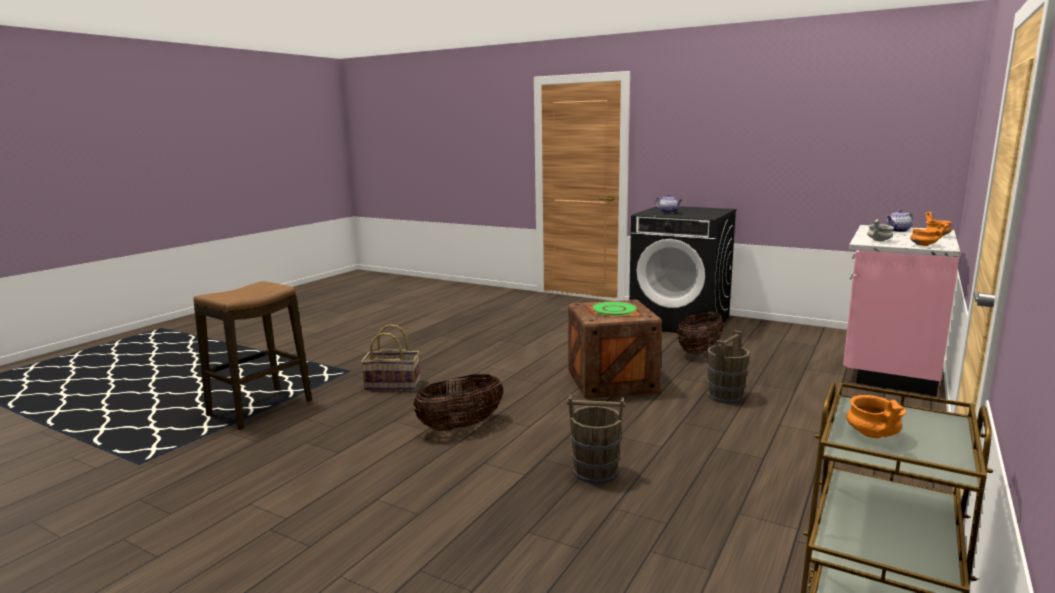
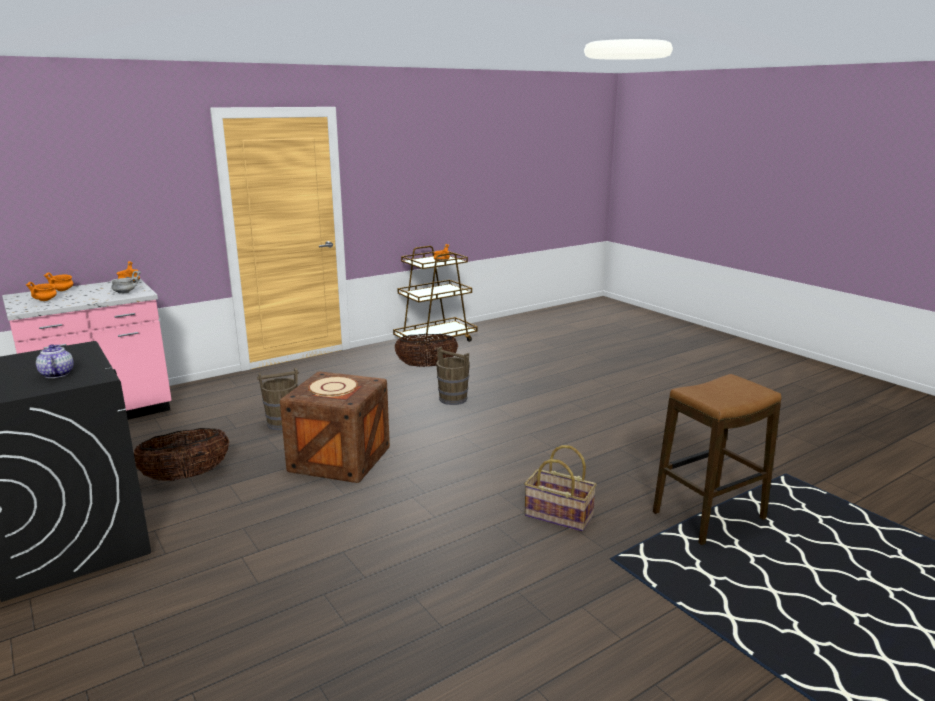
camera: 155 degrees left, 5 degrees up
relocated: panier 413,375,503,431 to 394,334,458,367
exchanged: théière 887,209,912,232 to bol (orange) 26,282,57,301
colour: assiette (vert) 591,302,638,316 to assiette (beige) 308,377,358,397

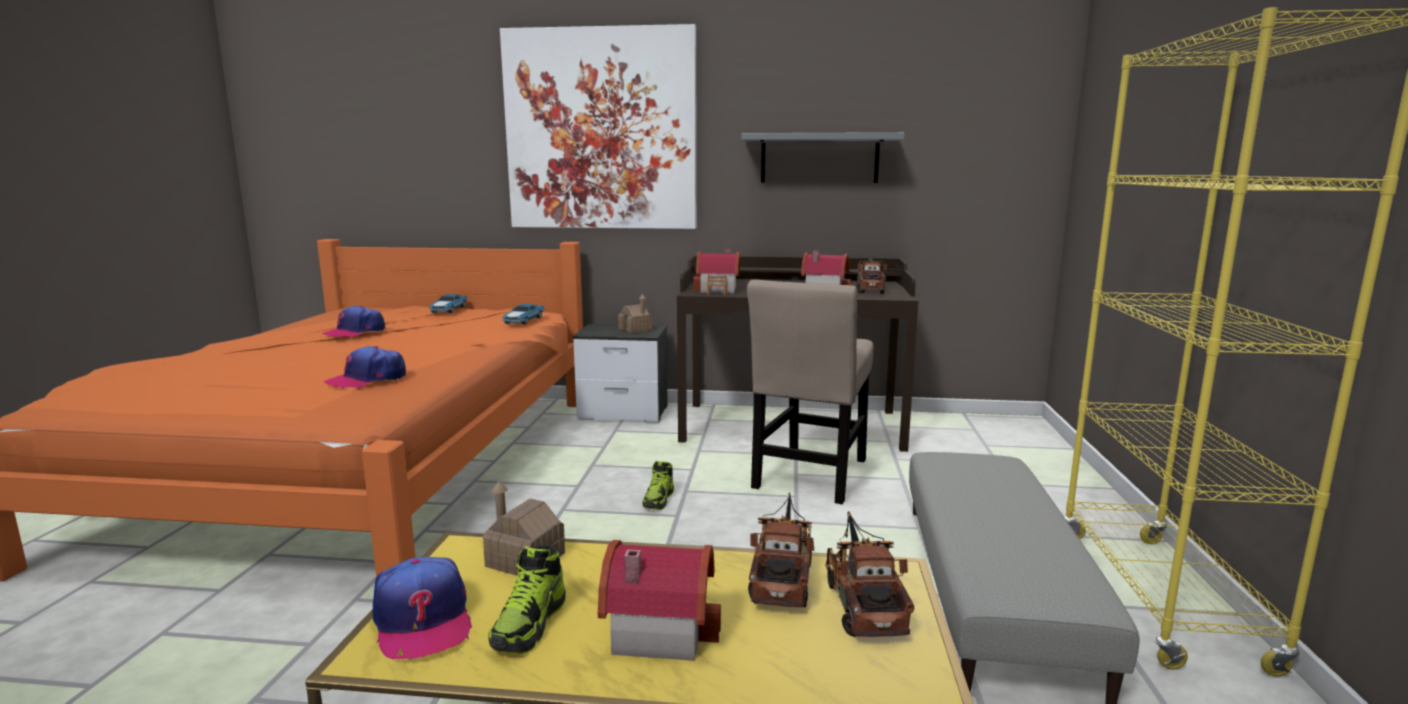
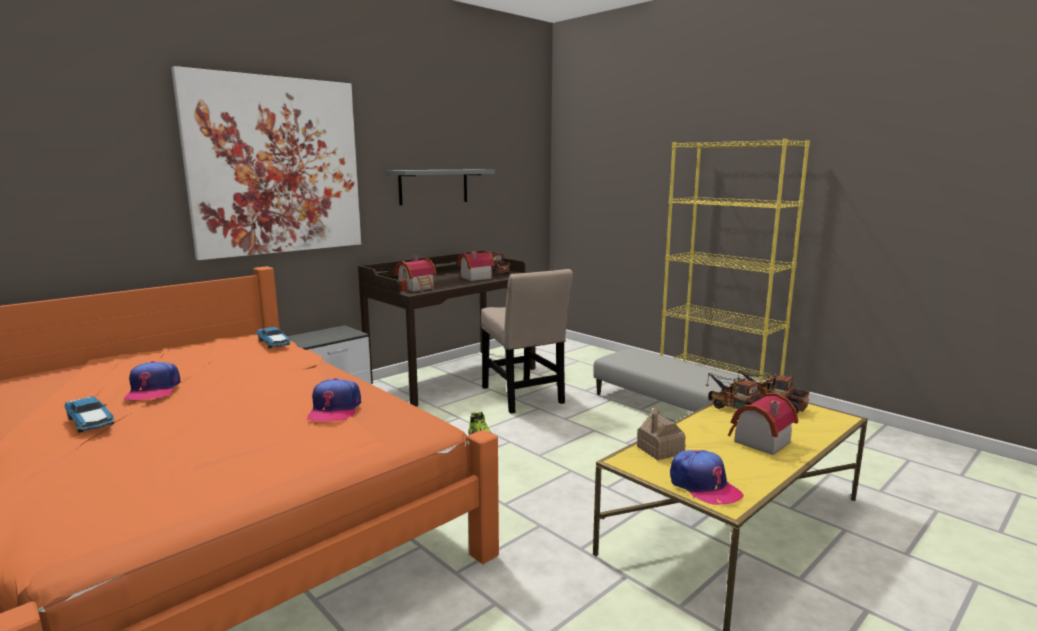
camera: 50 degrees left, 0 degrees up
missing: chaussure 488,545,566,654; maison miniature 618,294,653,333
relocated: petite voiture 429,294,468,313 to 64,396,115,433
spun: casquette 373,557,472,659 = 670,450,744,505 45 degrees clockwise

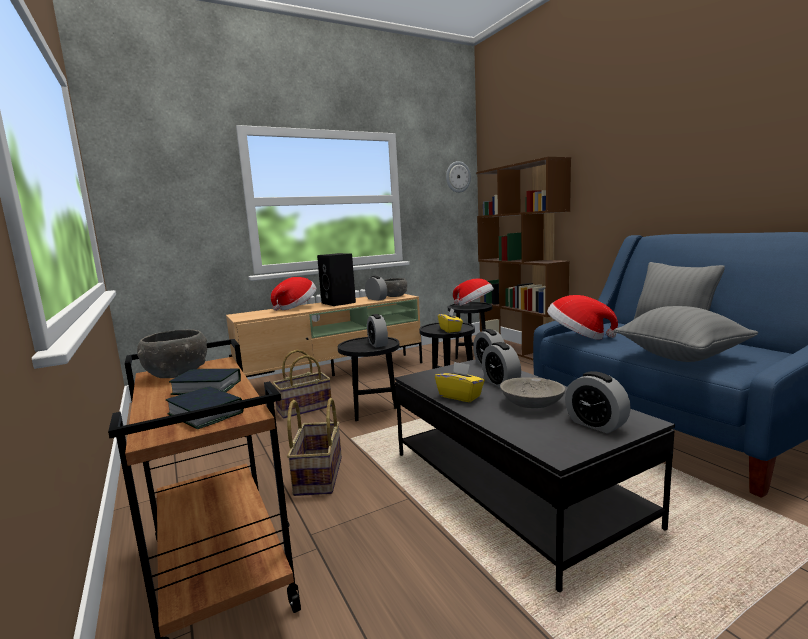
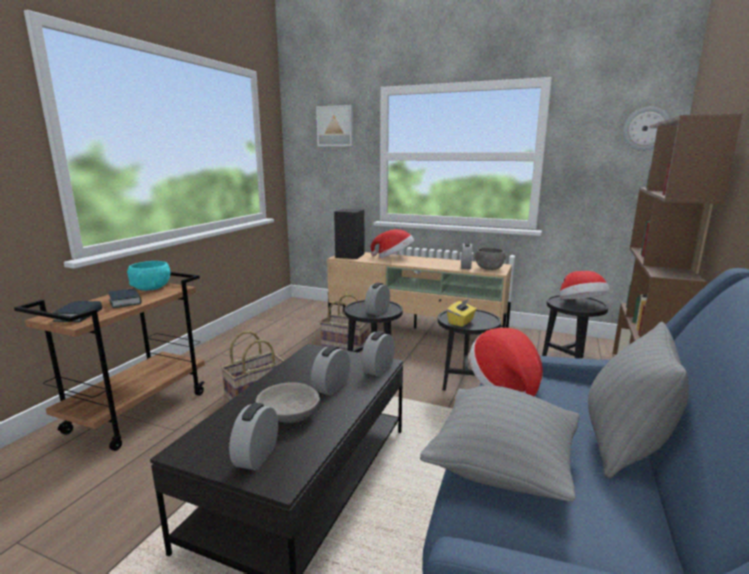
camera: 50 degrees right, 5 degrees up
missing: boîte à mouchoirs (jaune) 435,362,485,402
appeared: tableau 316,105,353,146
relocated: enceinte (noir) 317,253,356,306 to 334,209,365,259
colour: bol (gris) 137,329,207,378 to bol (turquoise) 127,261,170,291

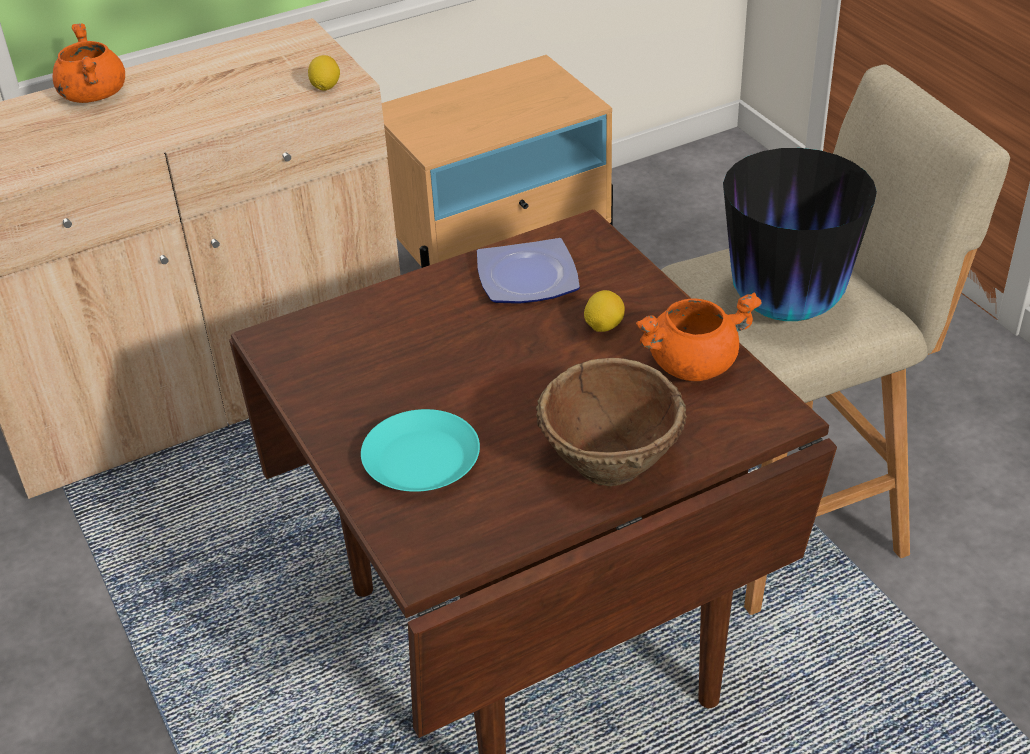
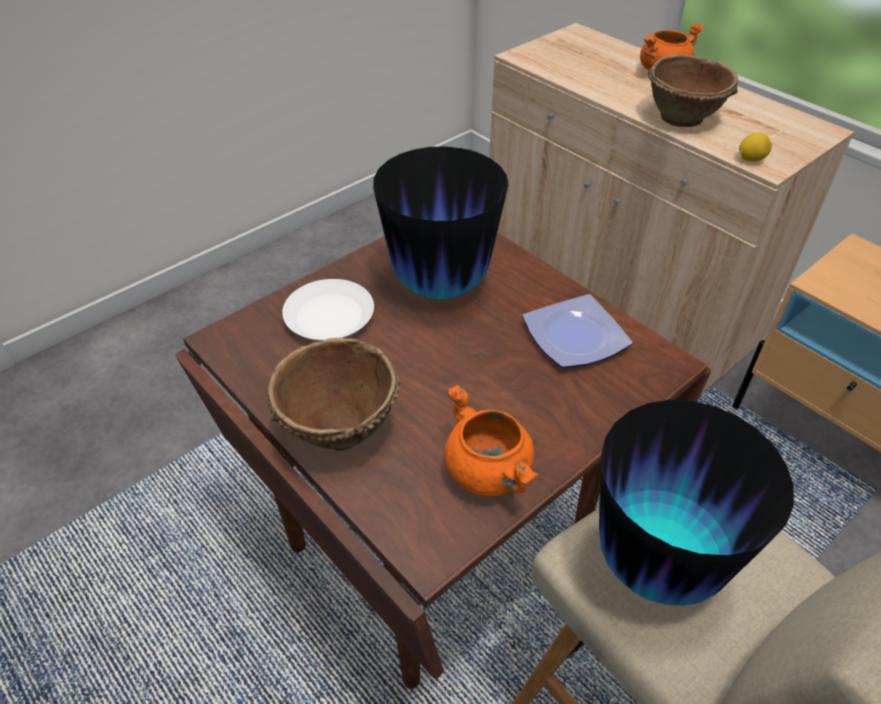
camera: 75 degrees right, 5 degrees up
missing: citron 584,290,625,332
appeared: vase 373,146,509,299; bol (marron) 648,54,738,127
colour: assiette (turquoise) 361,409,480,492 to assiette (blanc) 282,279,374,340

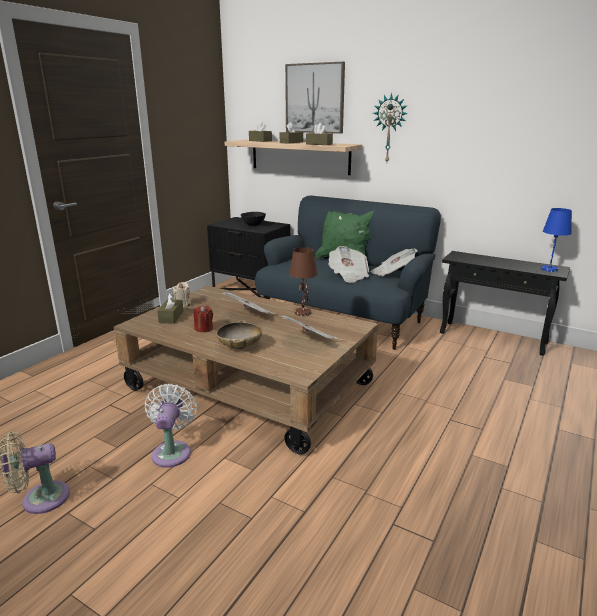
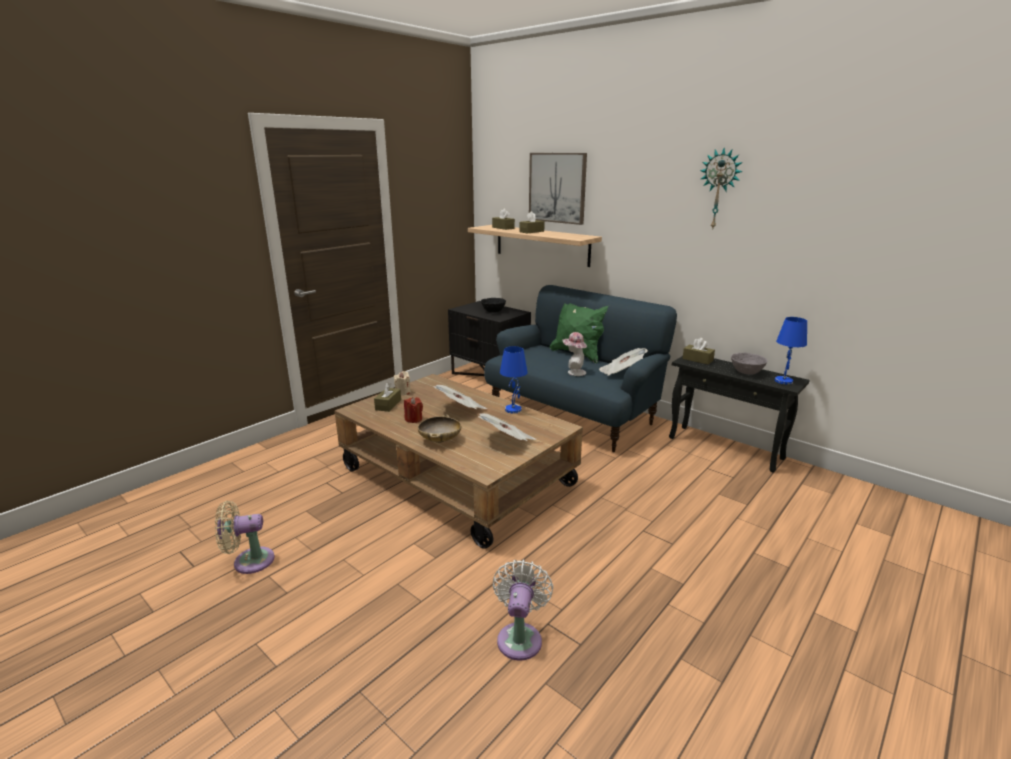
camera: 10 degrees right, 0 degrees up
appeared: bol (gris) 731,353,767,374
relocated: ventilateur (blanc) 145,384,197,468 to 493,560,553,661; boîte à mouchoirs (marron) 306,123,333,145 to 682,338,715,364; horloge murale 373,93,408,162 to 700,148,743,228
exchanged: journal 328,246,369,283 to chapeau 563,332,587,376
colour: lampe de table (marron) 289,247,318,316 to lampe de table (bleu) 500,346,528,414

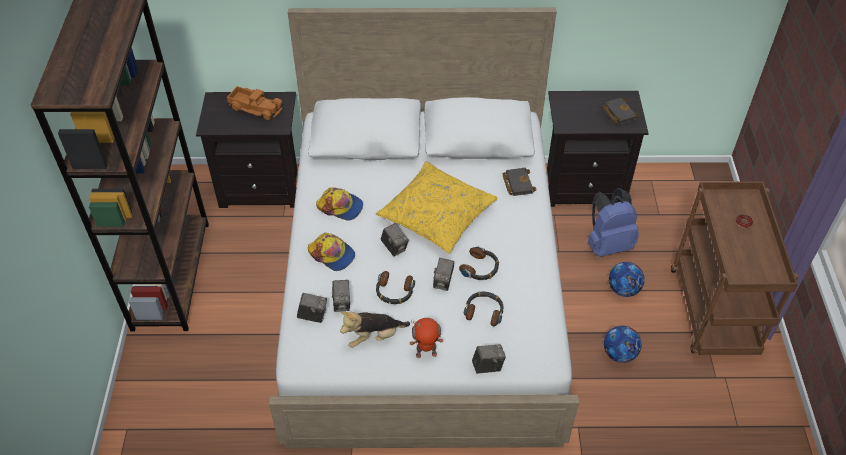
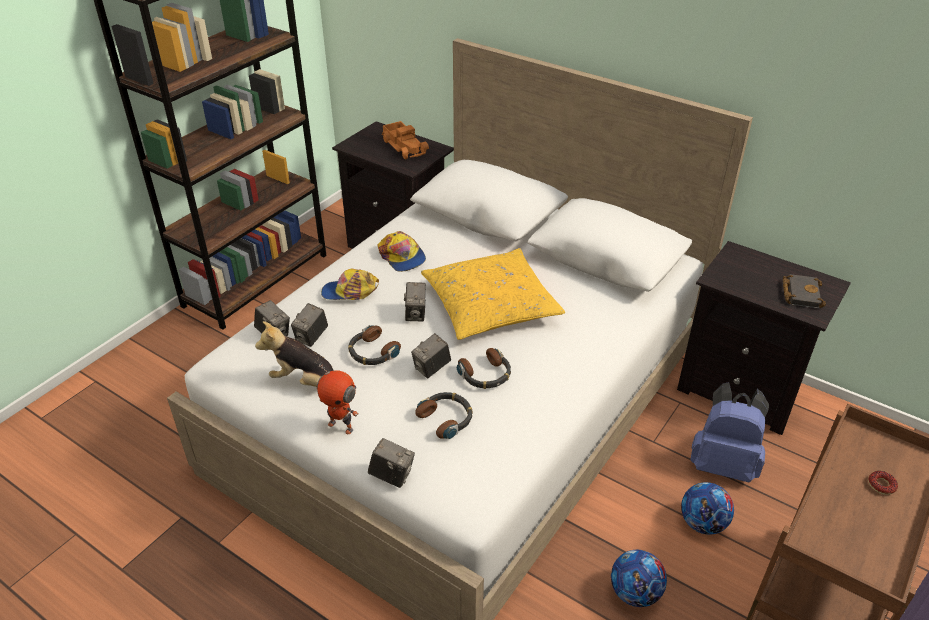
camera: 35 degrees right, 10 degrees down
missing: livre (noir) 502,168,536,196
spun: casquette 308,233,355,271 = 321,269,379,300 105 degrees clockwise

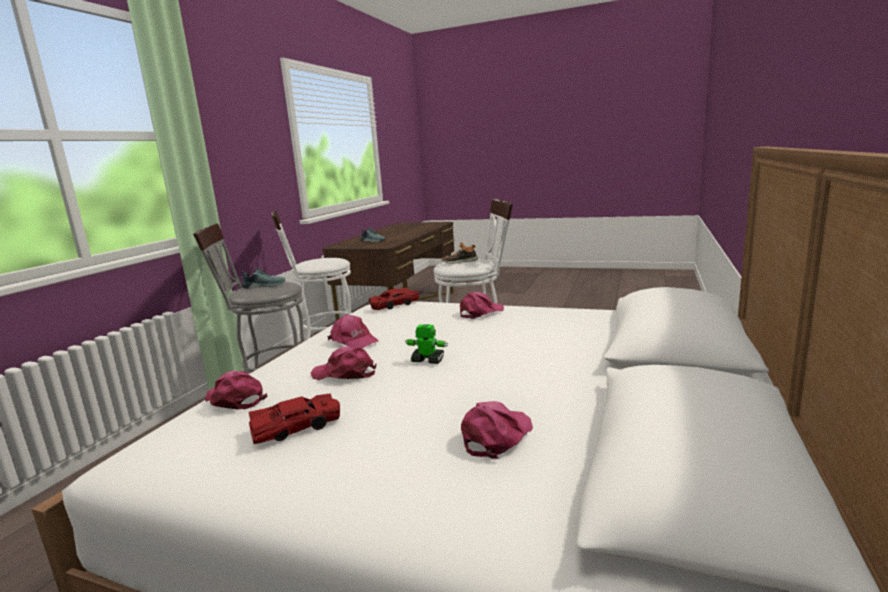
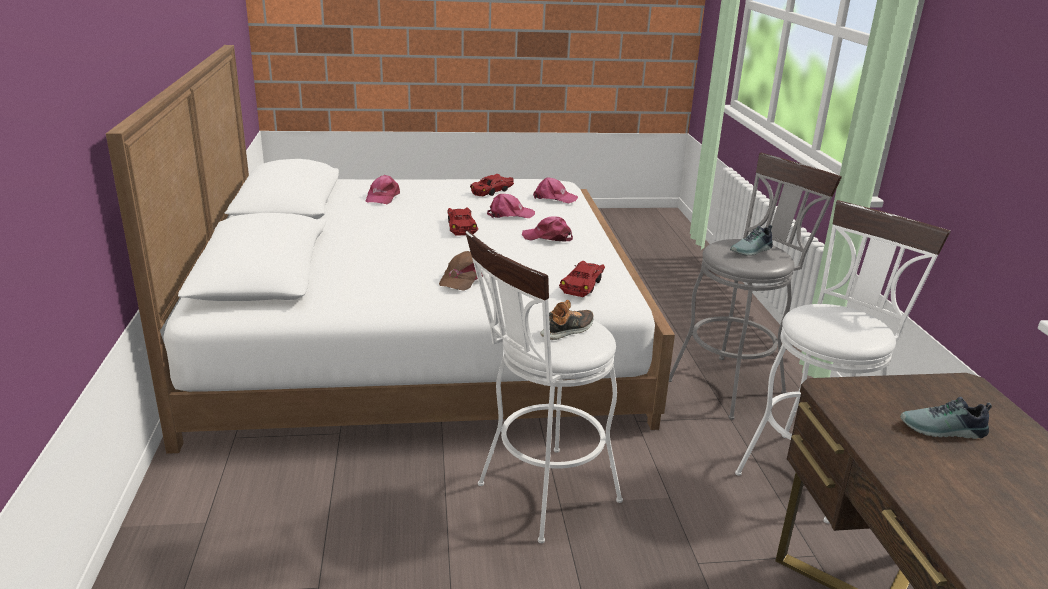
camera: 150 degrees right, 10 degrees up
exchanged: robot jouet 405,324,448,364 to petite voiture (rouge) 448,207,478,236
colour: casquette (rose) 460,292,504,319 to casquette (marron) 439,251,483,291

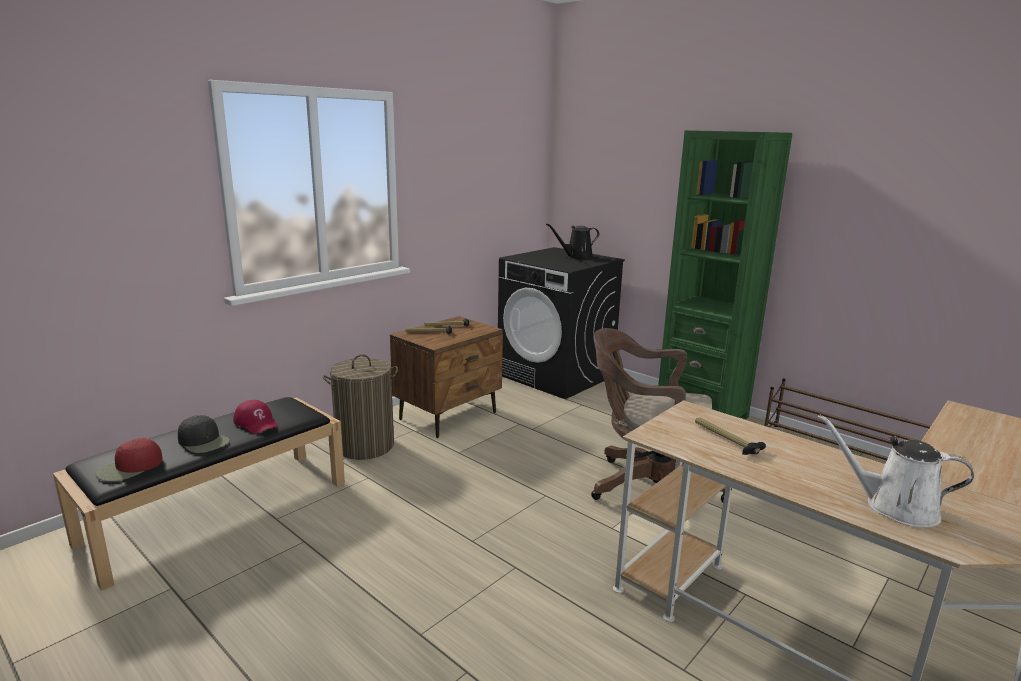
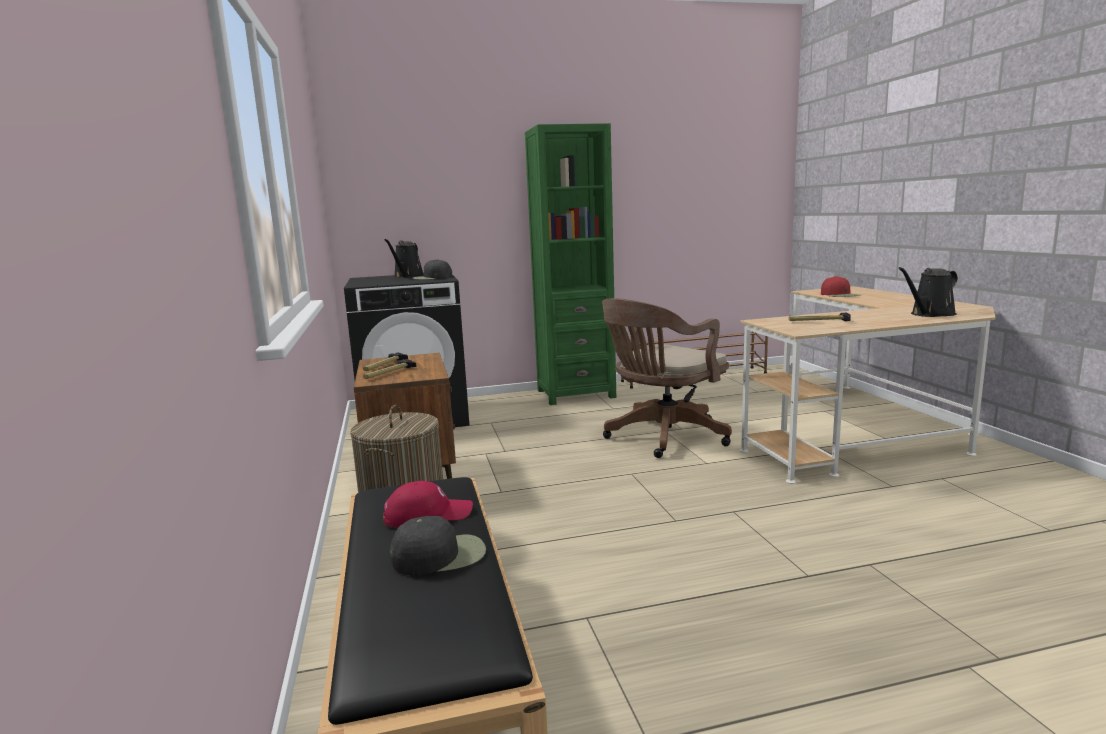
camera: 55 degrees left, 5 degrees down
appeared: casquette (noir) 412,259,452,280
relocated: casquette (rouge) 95,438,162,482 to 821,276,860,297
colour: arrosoir (blanc) 818,414,974,527 to arrosoir (noir) 898,267,958,317

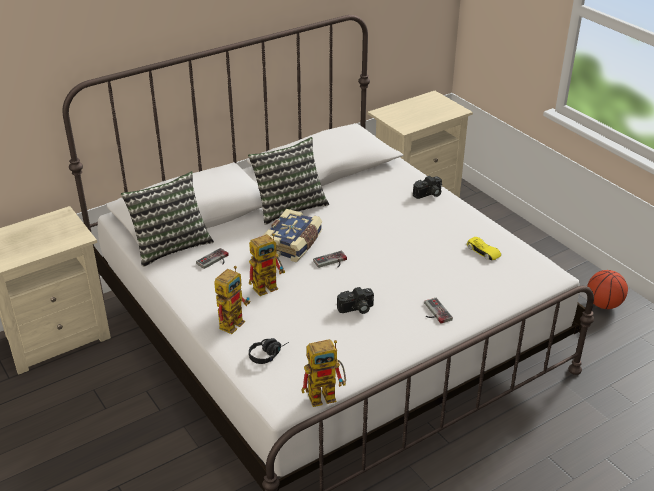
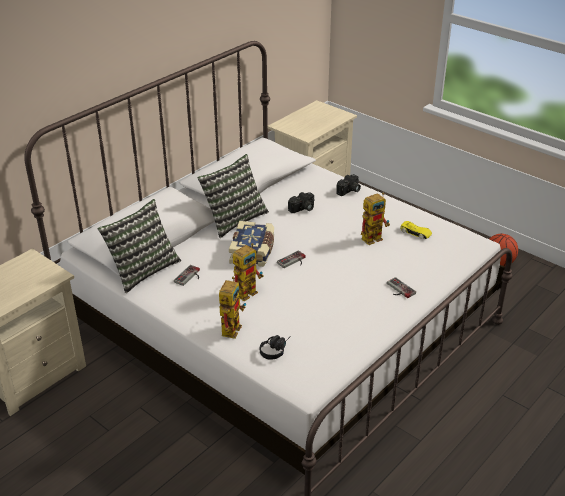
camera: 15 degrees left, 0 degrees up
relocated: appareil photo 337,287,374,314 to 288,192,315,213; robot jouet 301,339,346,407 to 361,193,390,245

